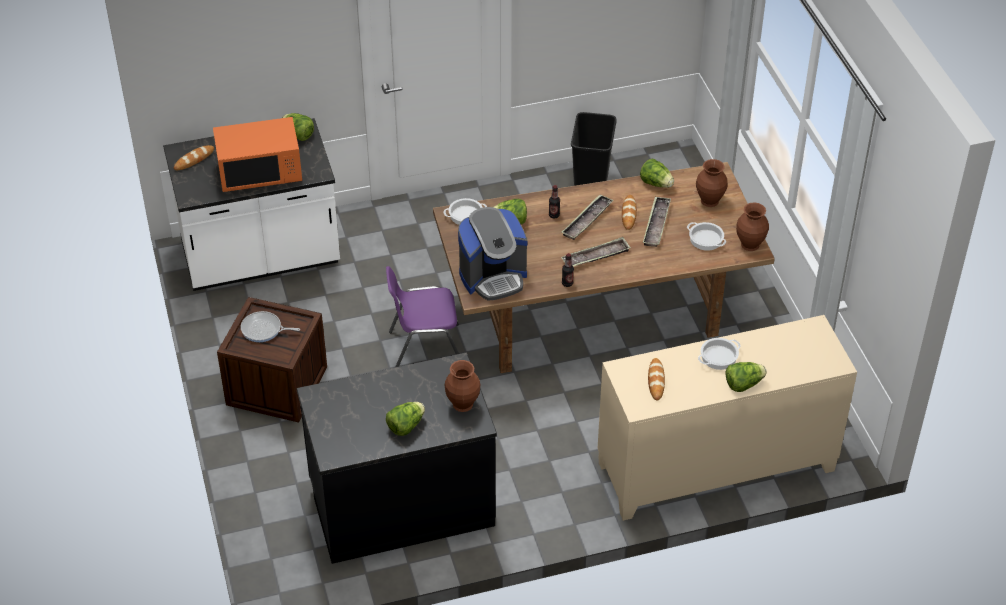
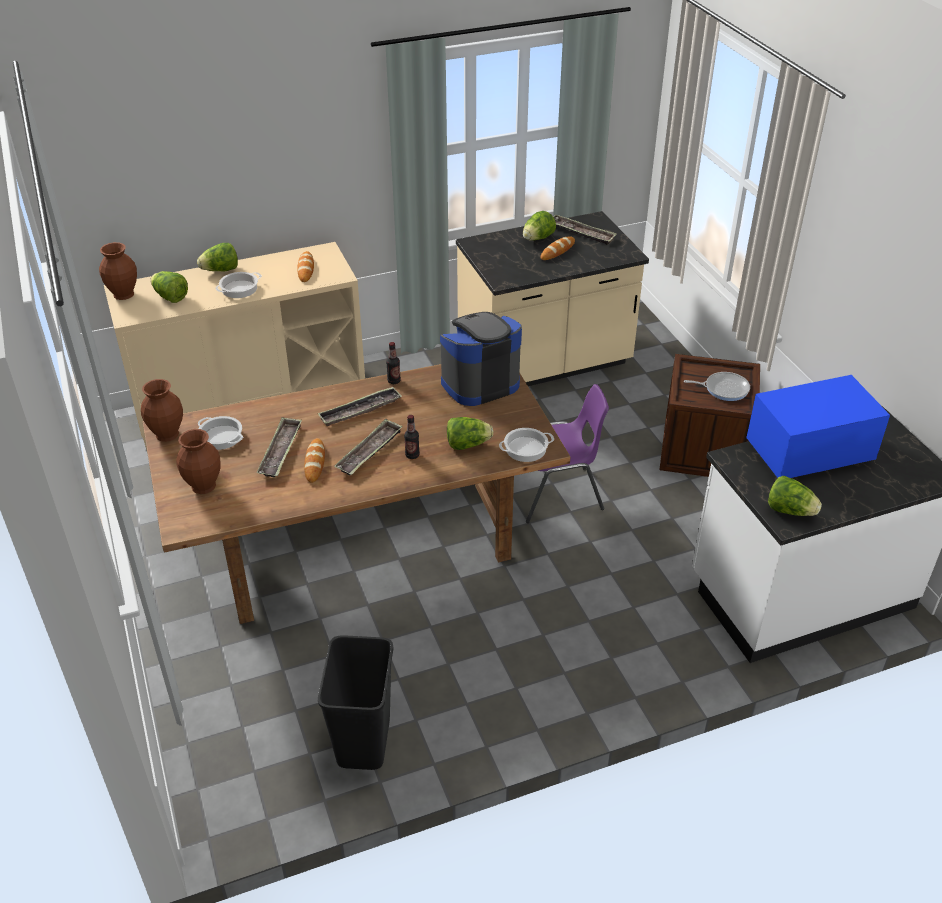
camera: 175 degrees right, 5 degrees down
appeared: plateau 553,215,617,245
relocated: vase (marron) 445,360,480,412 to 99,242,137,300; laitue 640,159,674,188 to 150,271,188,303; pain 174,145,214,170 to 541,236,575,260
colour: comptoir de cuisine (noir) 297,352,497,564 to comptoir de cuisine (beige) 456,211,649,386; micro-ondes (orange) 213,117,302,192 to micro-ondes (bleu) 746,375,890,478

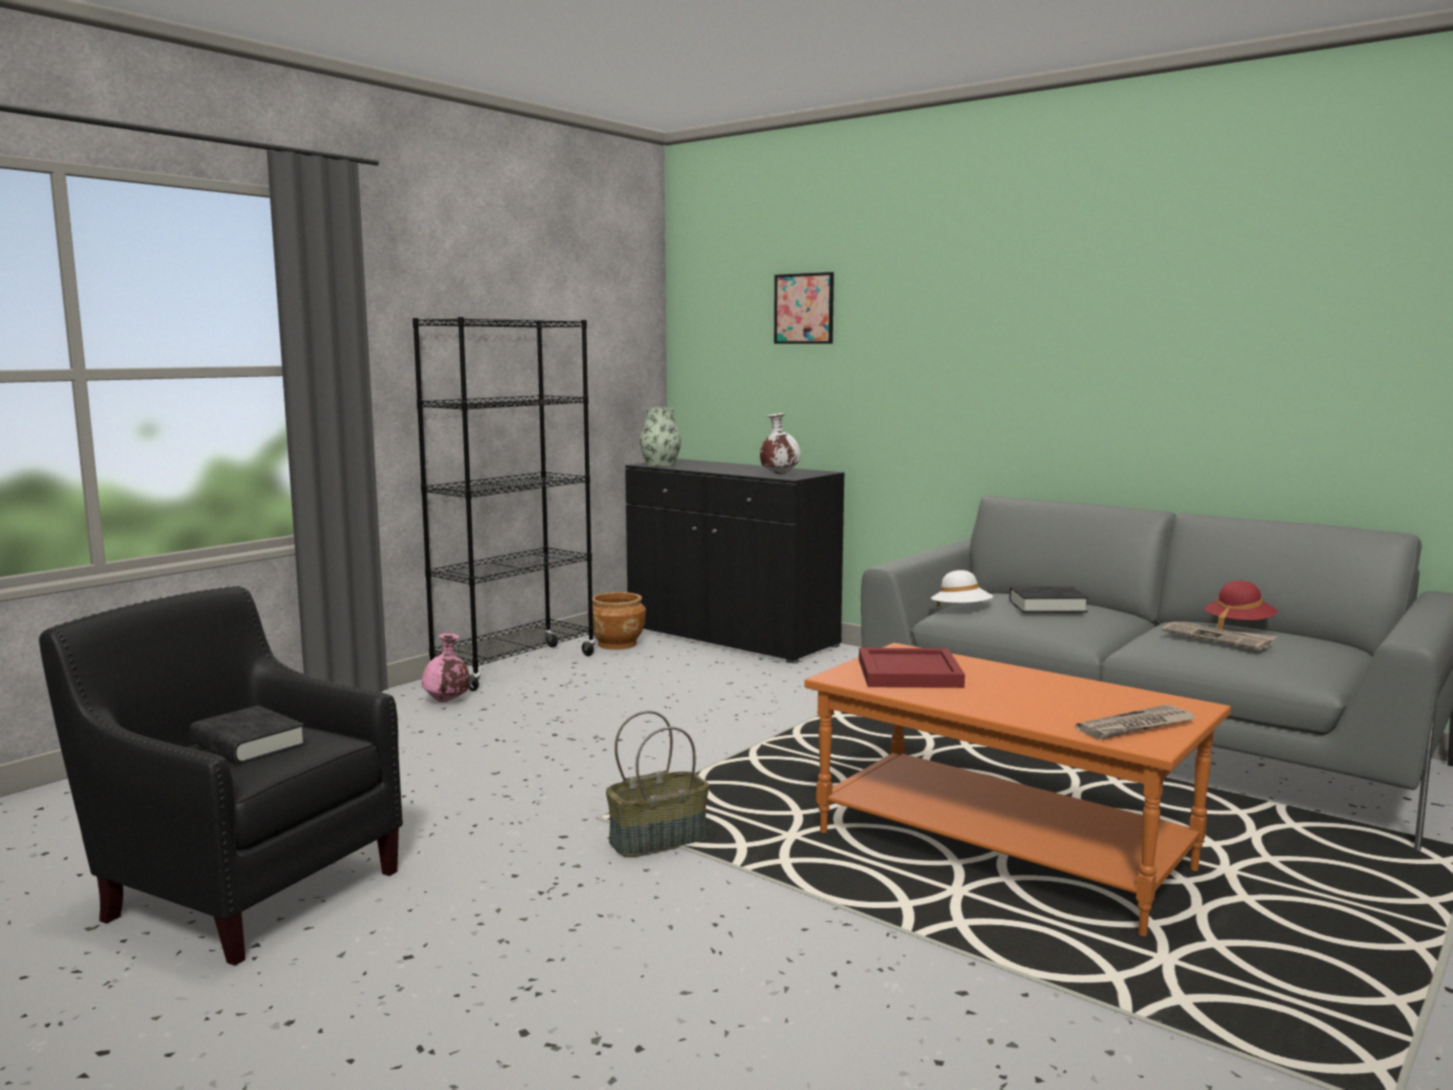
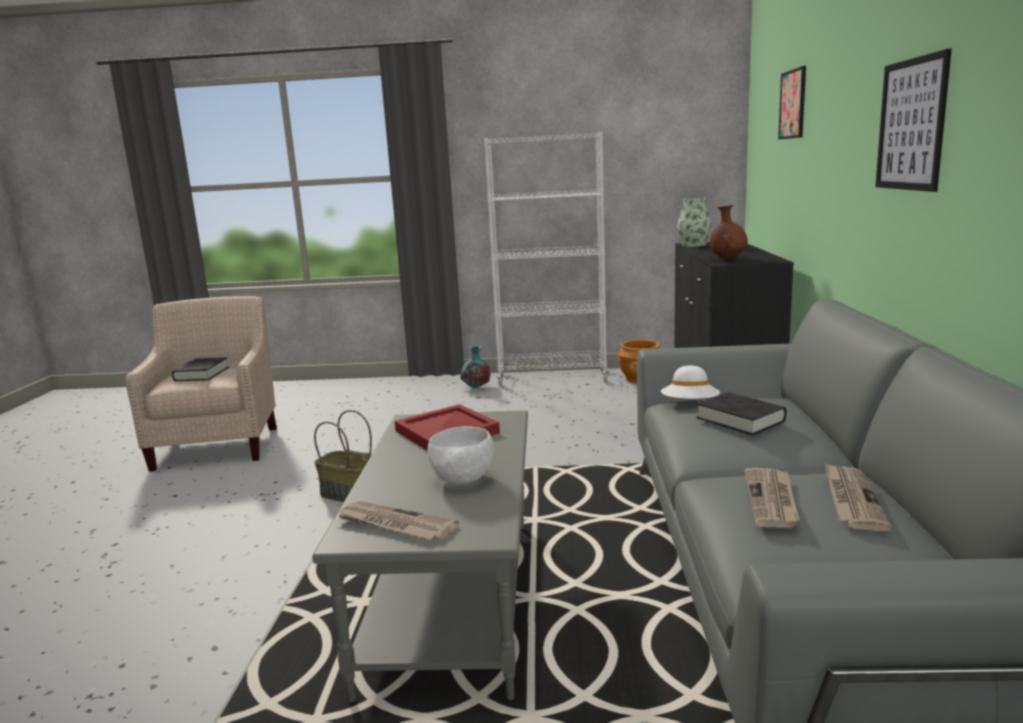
camera: 55 degrees right, 5 degrees up
appeared: bol (blanc) 428,426,494,484; tableau 875,49,952,192
exchanged: chapeau (rouge) 1204,581,1278,630 to journal 825,463,892,531
colour: fauteuil (noir) 39,586,403,966 to fauteuil (beige) 125,296,277,472; table basse (orange) 804,643,1231,936 to table basse (gris) 312,410,528,702; vase (rose) 422,633,469,702 to vase (turquoise) 460,345,490,388; bibliothèque (noir) 413,317,595,691 to bibliothèque (blanc) 484,132,608,386; vase (blanc) 760,413,801,475 to vase (marron) 710,205,748,260

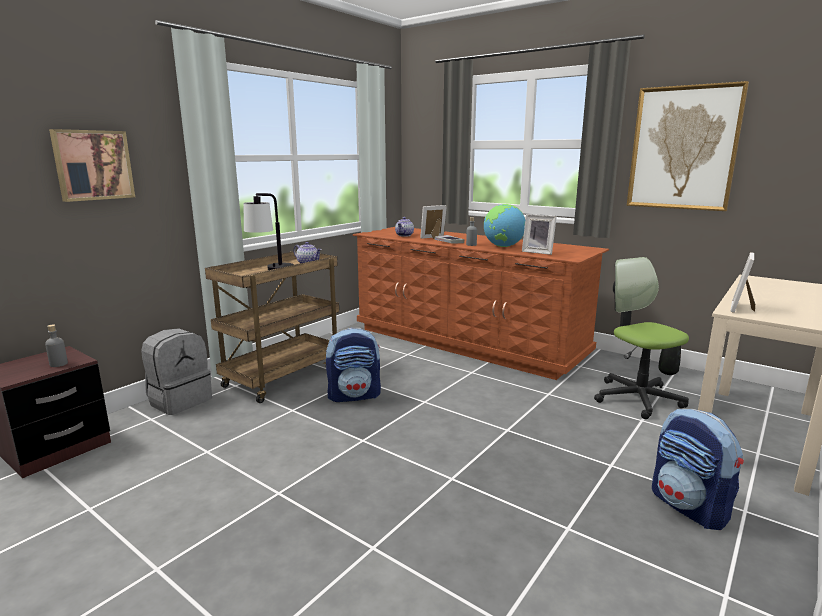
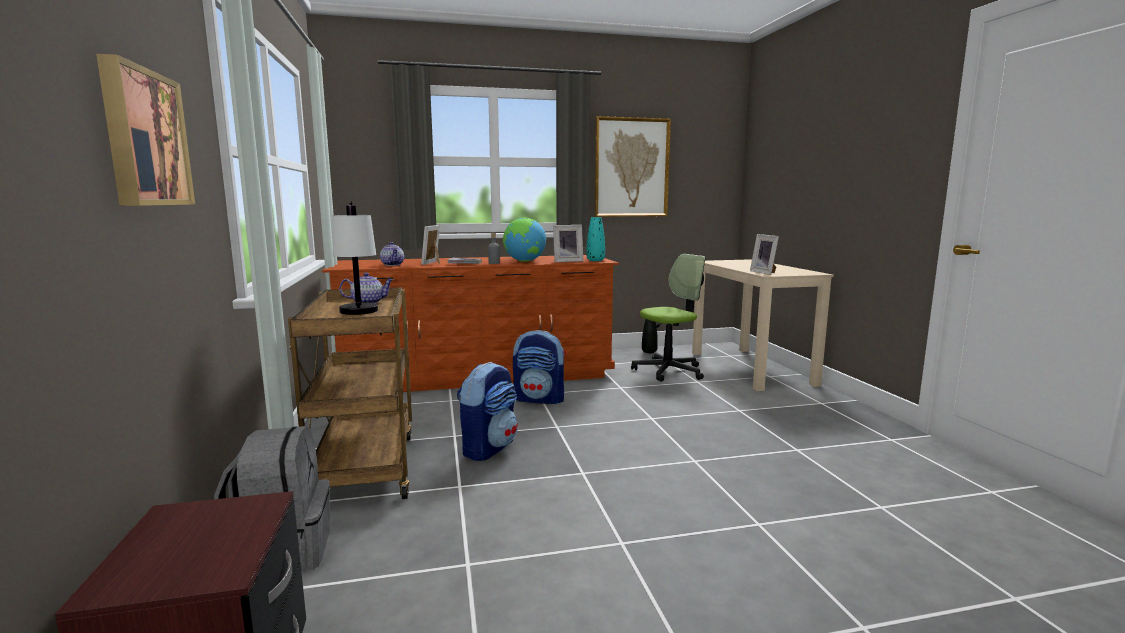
camera: 50 degrees left, 5 degrees down
missing: bouteille (gris) 45,325,68,367
appeared: vase (turquoise) 587,217,605,261
relocated: sac à dos 652,409,744,530 to 513,330,566,404
spun: chaise de bureau 594,257,689,419 = 631,254,705,382 135 degrees clockwise

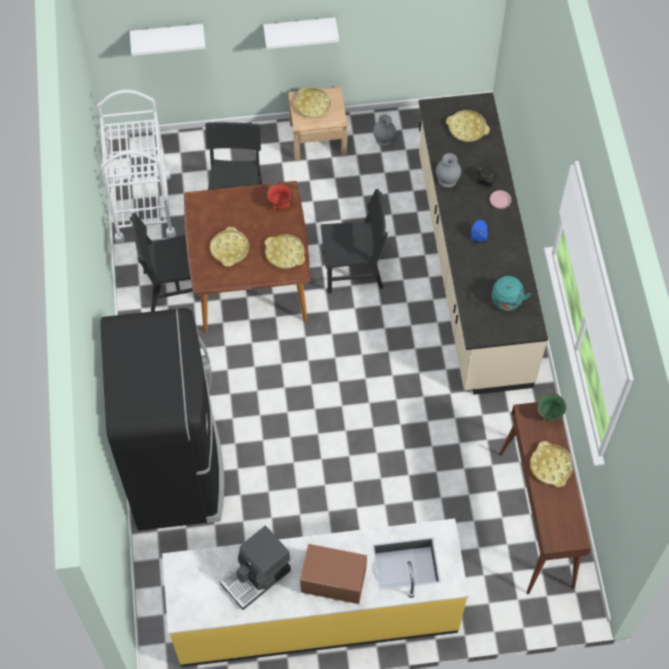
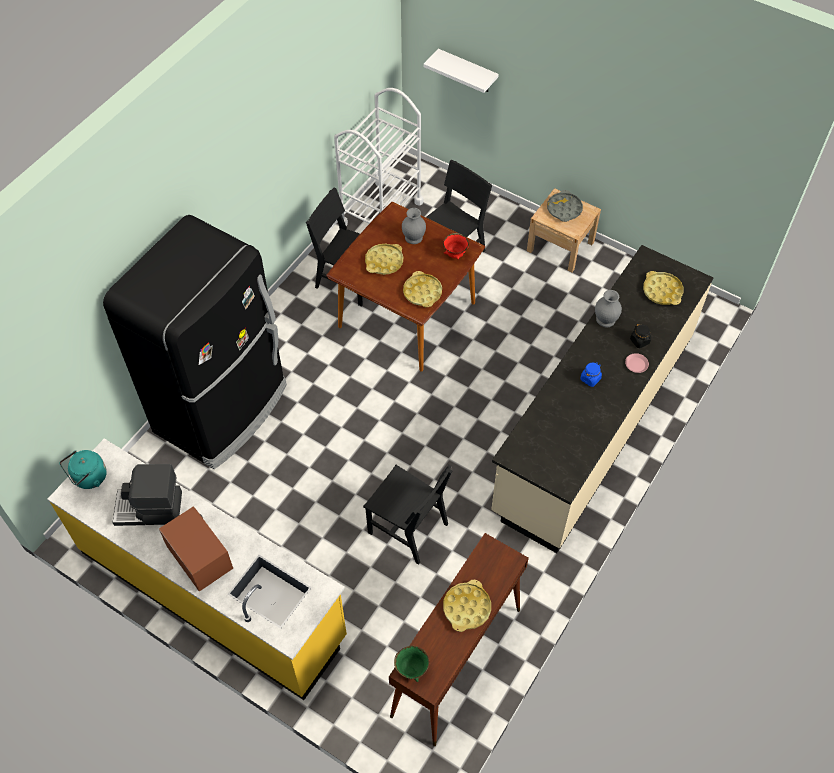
camera: 40 degrees right, 5 degrees down
missing: étagère (blanc) 263,17,339,49
relocated: bouilloire (turquoise) 492,276,531,311 to 60,450,107,489; chaise (noir) 321,189,388,294 to 363,465,452,565; bol (vert) 537,393,566,422 to 394,646,429,682; vase (gris) 373,114,396,146 to 402,208,426,244
colour: plateau (jaune) 295,87,331,118 to plateau (gris) 547,190,583,222

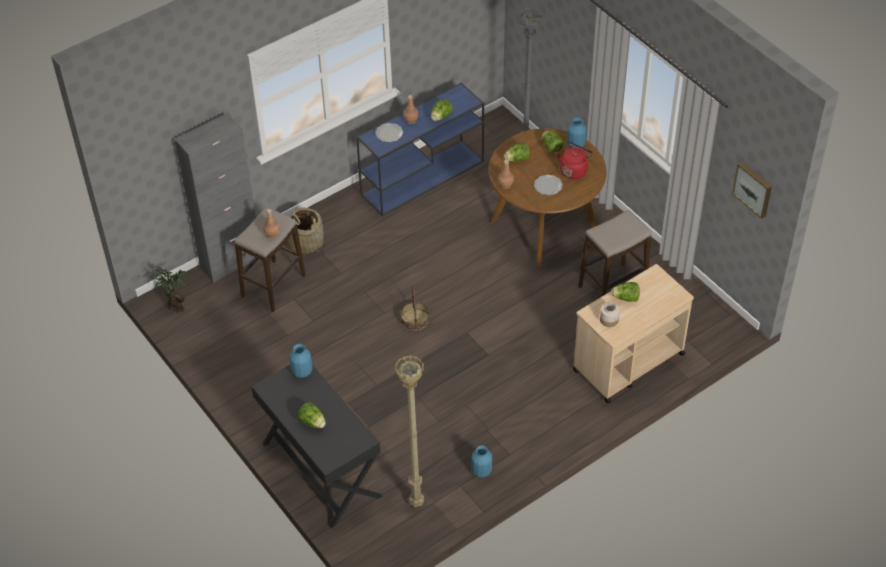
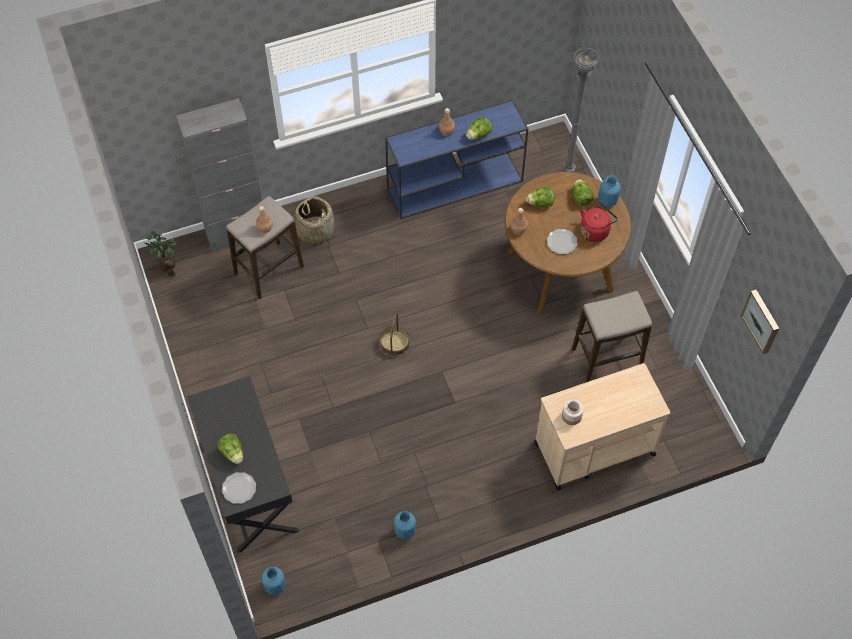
camera: 15 degrees right, 10 degrees up
missing: lampadaire (beige) 395,355,424,507; laitue 611,282,640,302
relocated: assiette 375,123,403,142 to 222,472,256,504; vase (bleu) 289,344,312,378 to 262,567,286,595

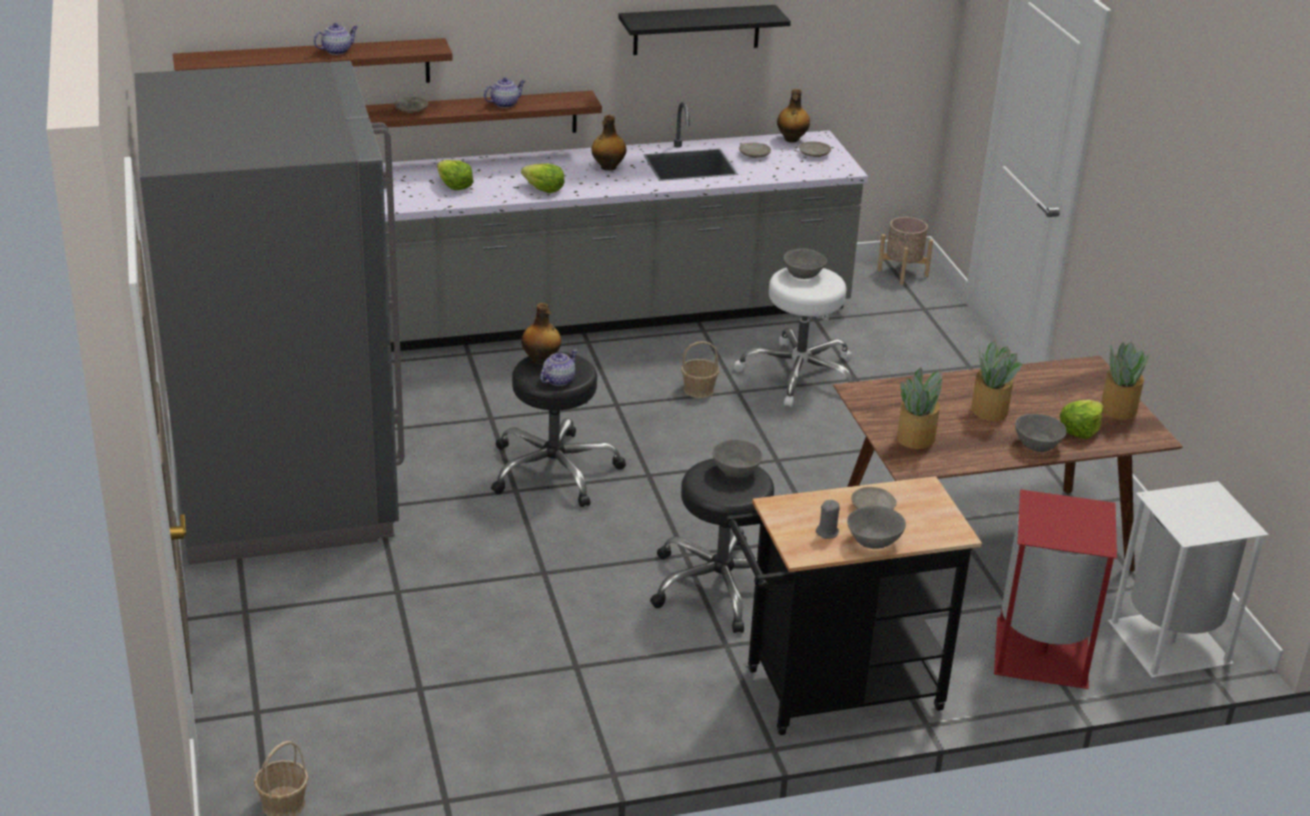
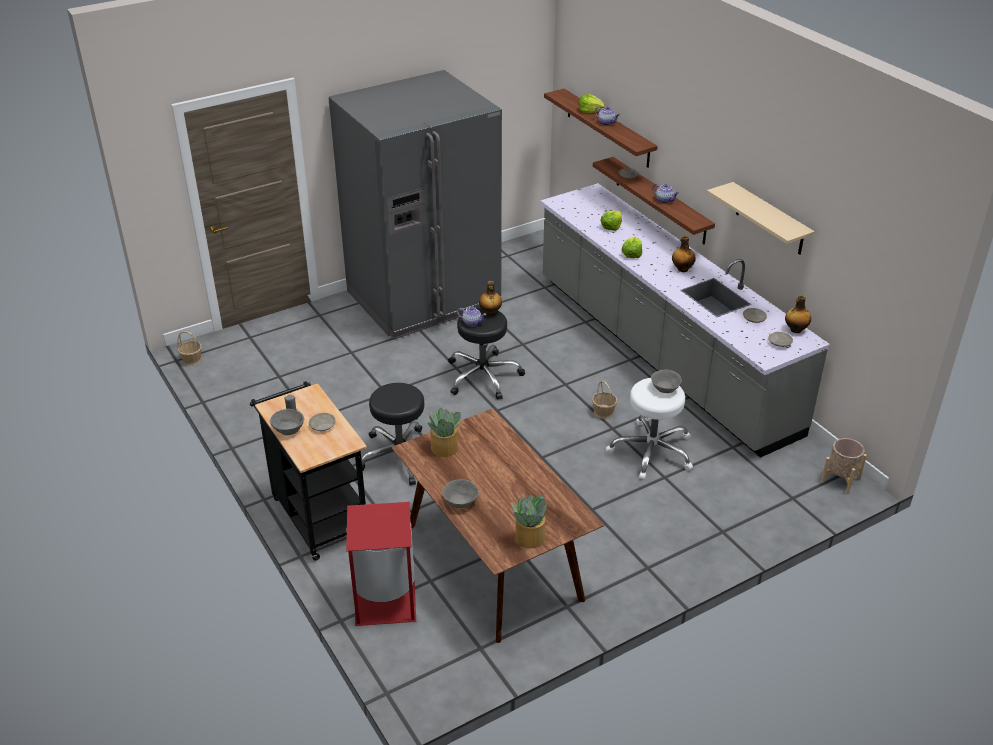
camera: 75 degrees right, 5 degrees up
missing: bol (gris) 712,439,763,478; plante en pot 971,341,1022,421; poubelle (blanc) 1108,481,1269,678
relocated: laitue 1060,400,1104,439 to 578,94,606,113
colour: étagère (noir) 618,5,791,55 to étagère (beige) 707,182,815,255

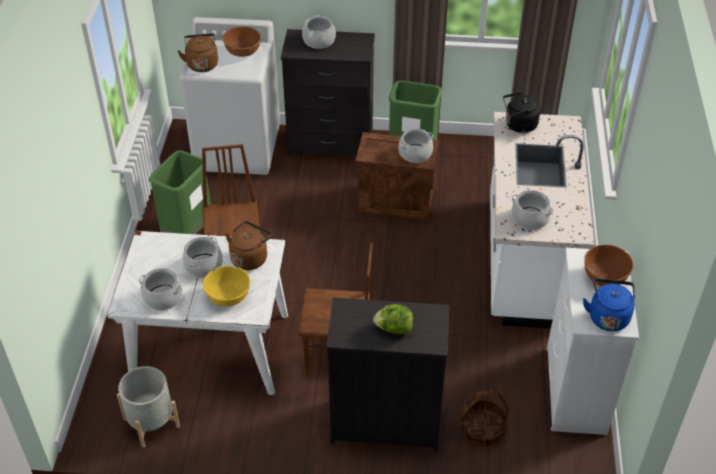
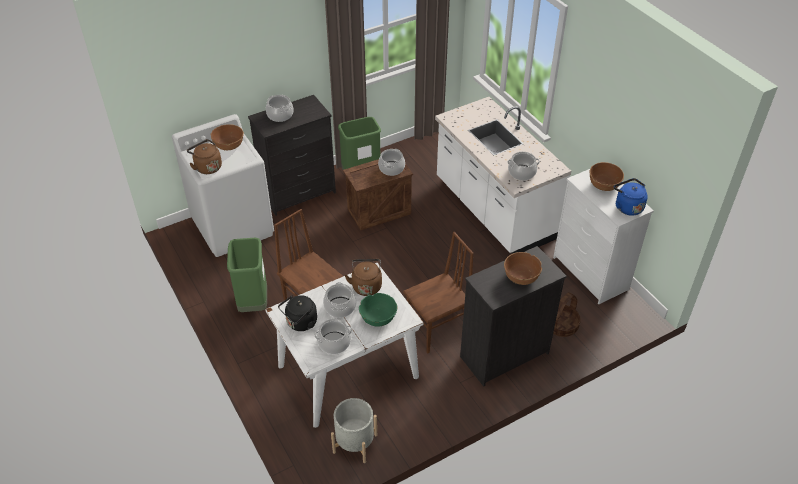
camera: 35 degrees left, 0 degrees up
relocated: bouilloire (noir) 503,92,541,133 to 278,295,317,331
exchanged: laitue 373,304,413,334 to bol (marron) 504,252,542,285
colour: bol (jaune) 203,266,251,306 to bol (vert) 359,293,398,327

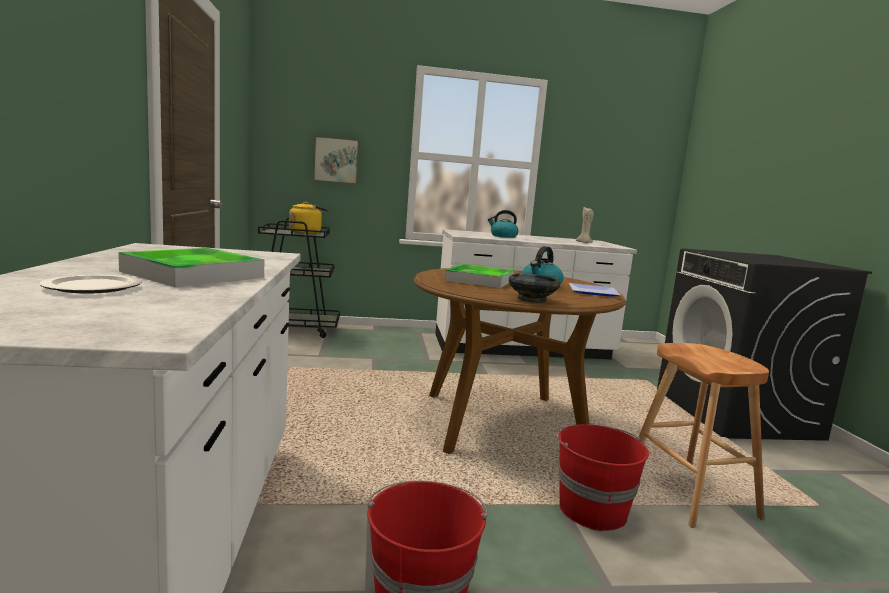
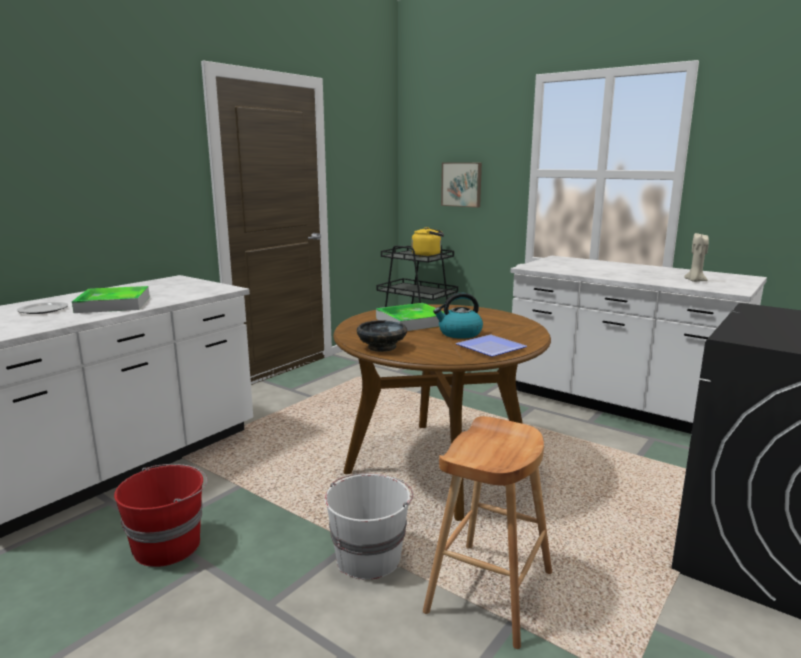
camera: 45 degrees right, 5 degrees up
missing: bouilloire 488,210,519,238
colour: seau (rouge) 555,424,649,531 to seau (blanc) 325,473,413,580

